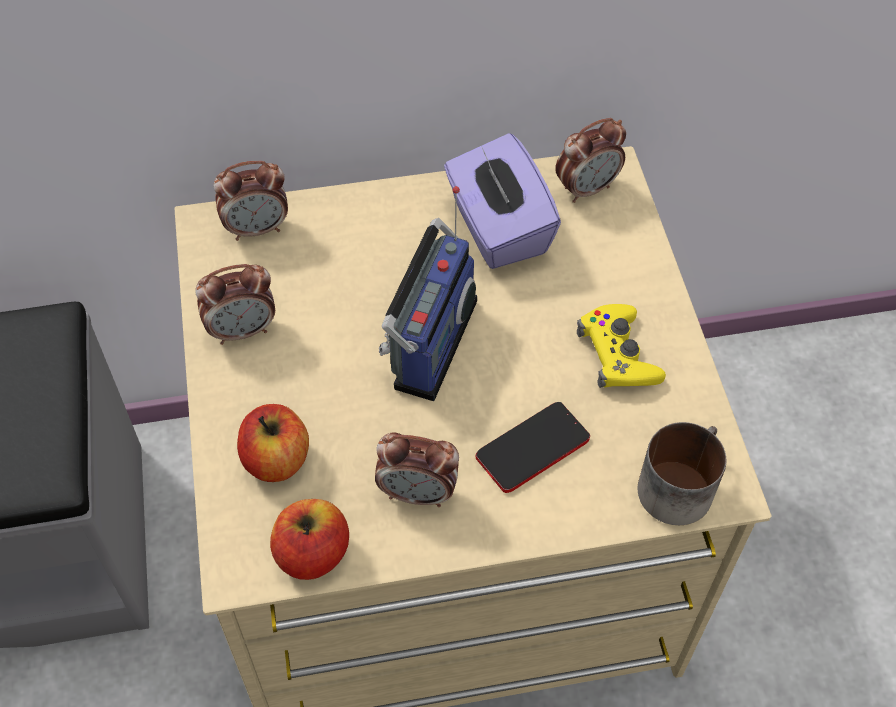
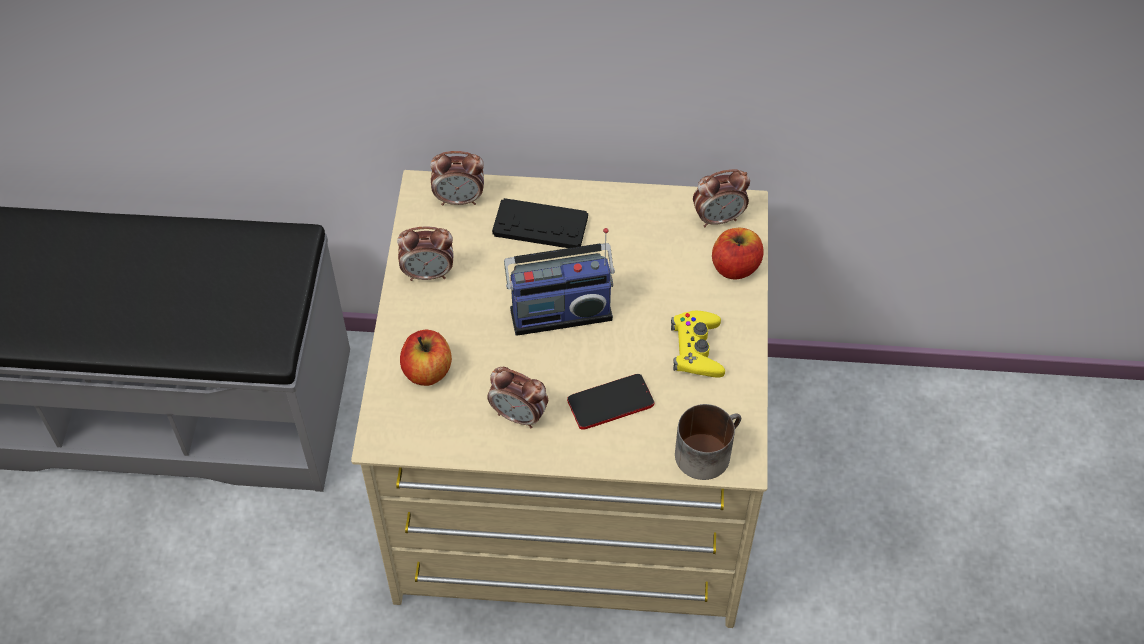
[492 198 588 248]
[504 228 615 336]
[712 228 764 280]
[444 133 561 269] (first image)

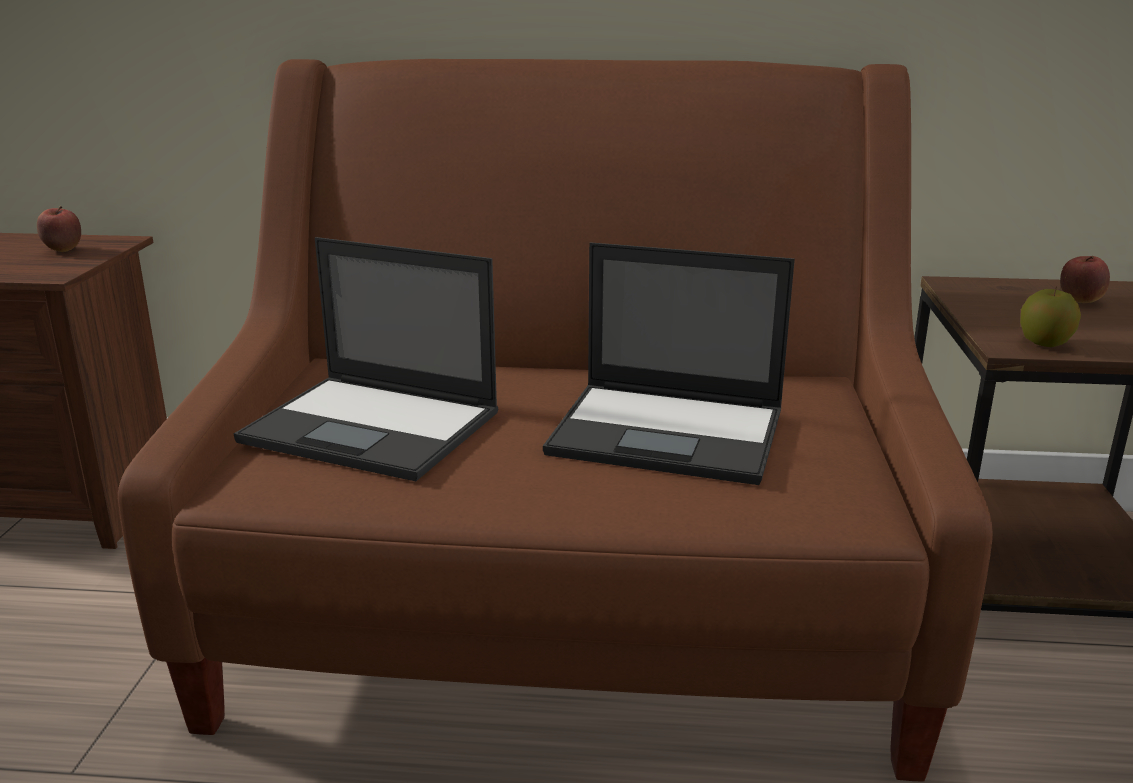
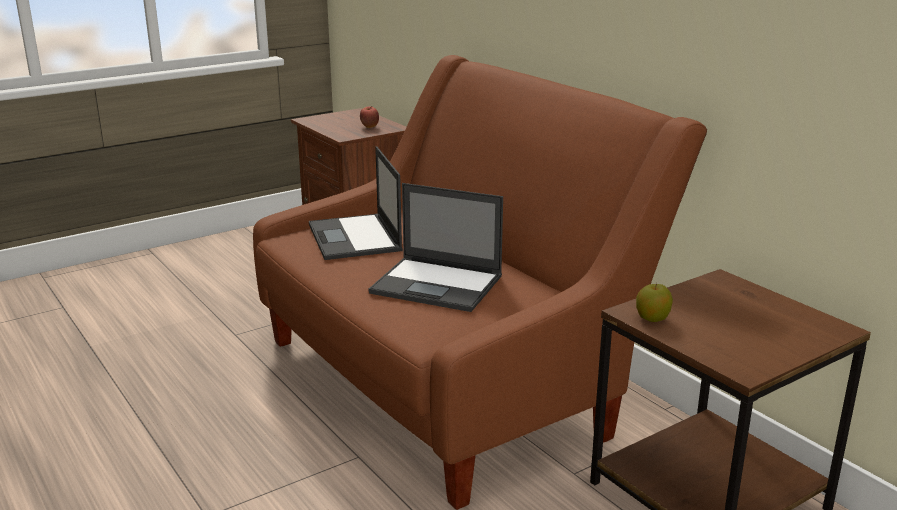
[368 183 503 312]
[1060 256 1110 303] (first image)

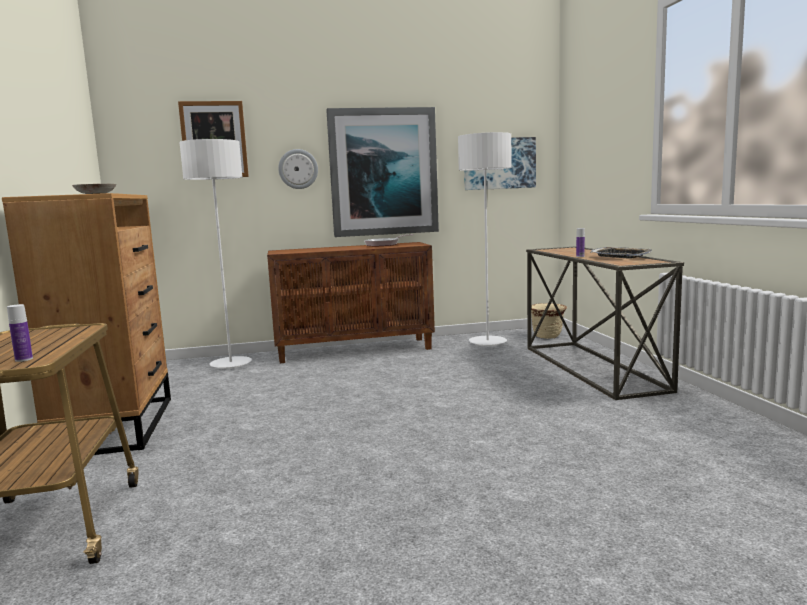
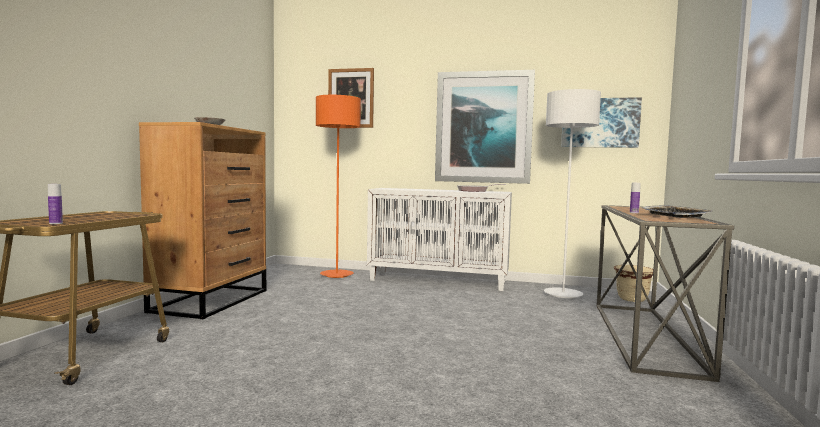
[316 95 361 278]
[367 188 512 291]
[278 149 318 189] (first image)

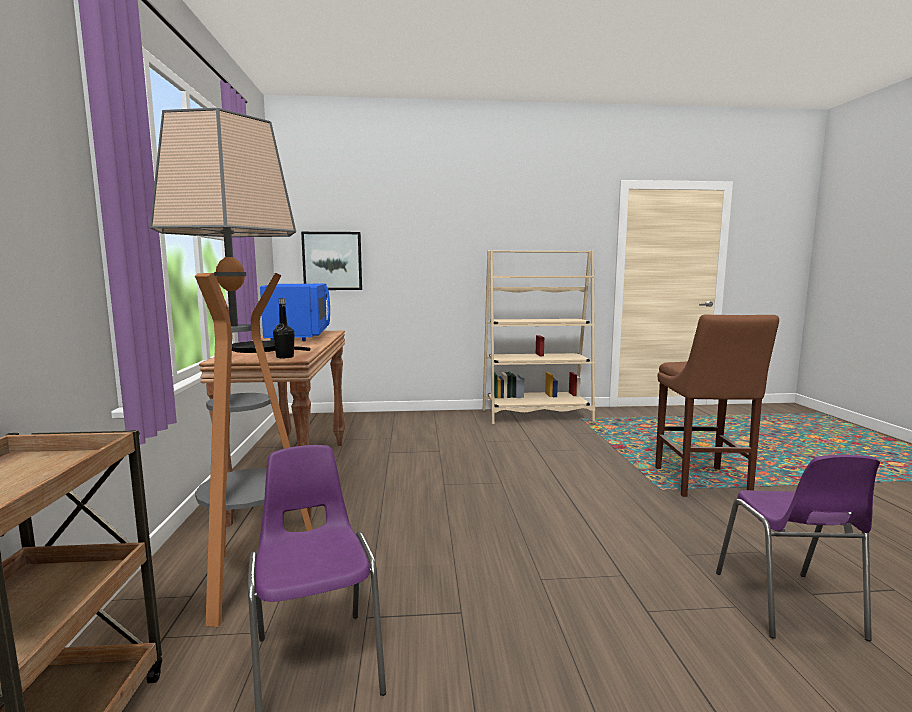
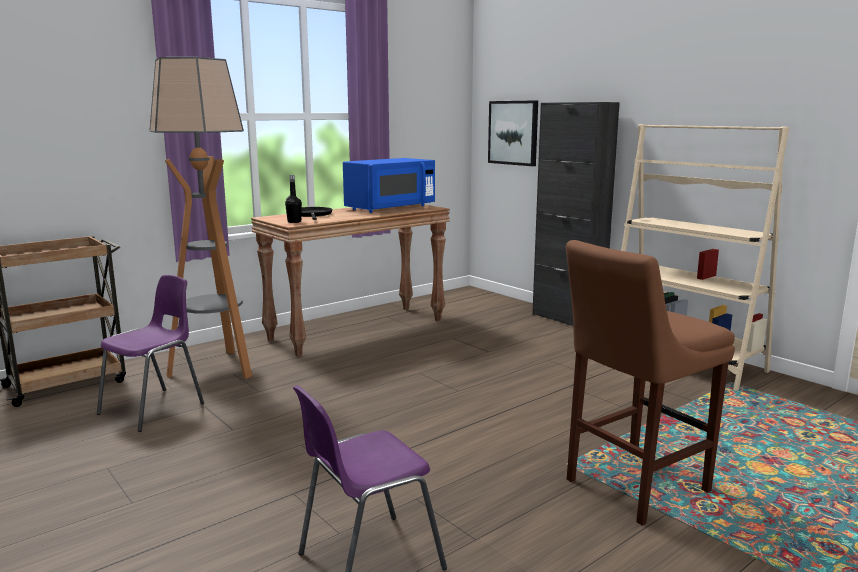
[532 102 620 326]

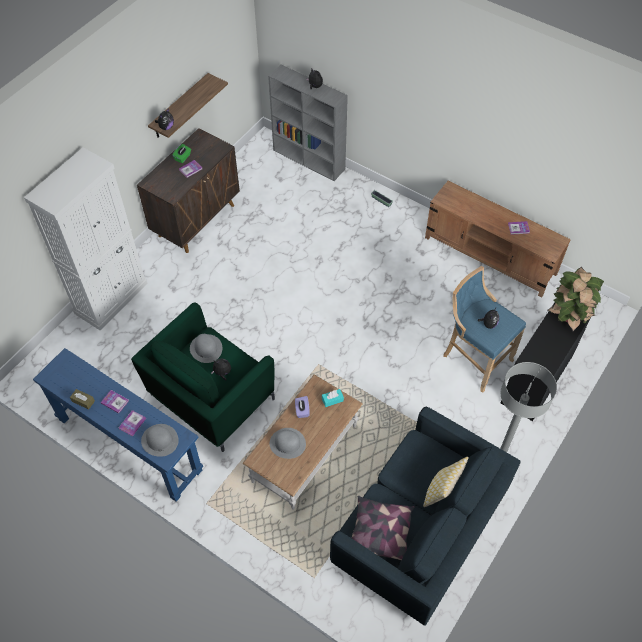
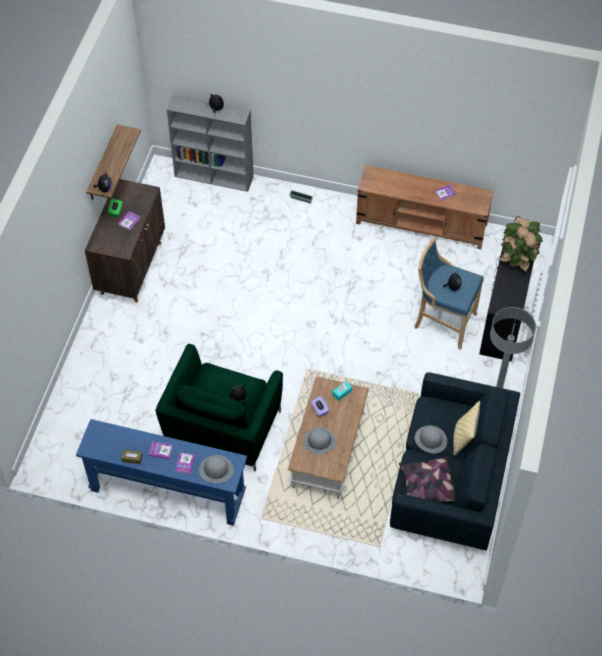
[415 426 447 454]
[24 148 147 330] (first image)

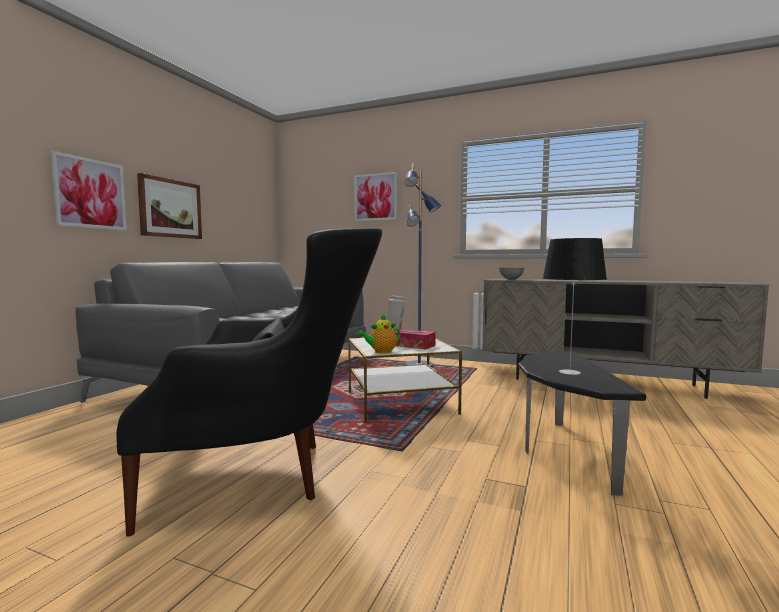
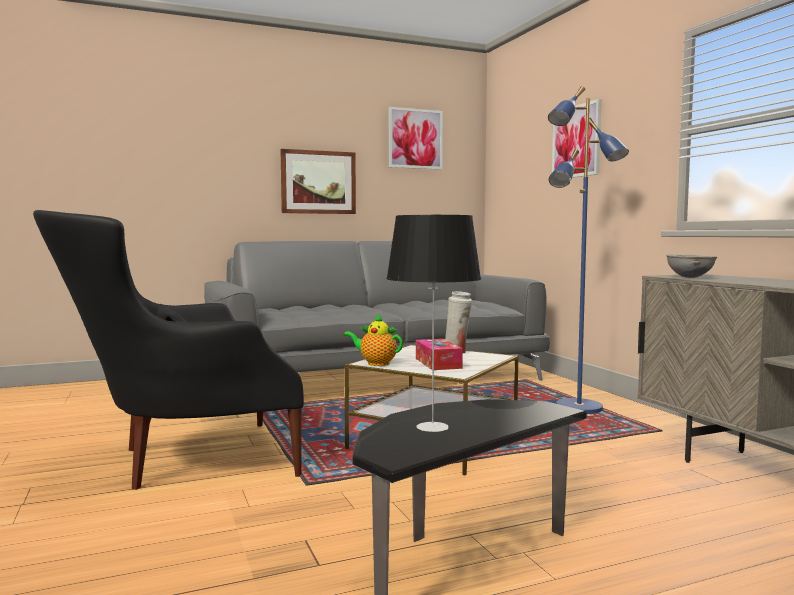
[33 210 304 490]
[388 107 443 170]

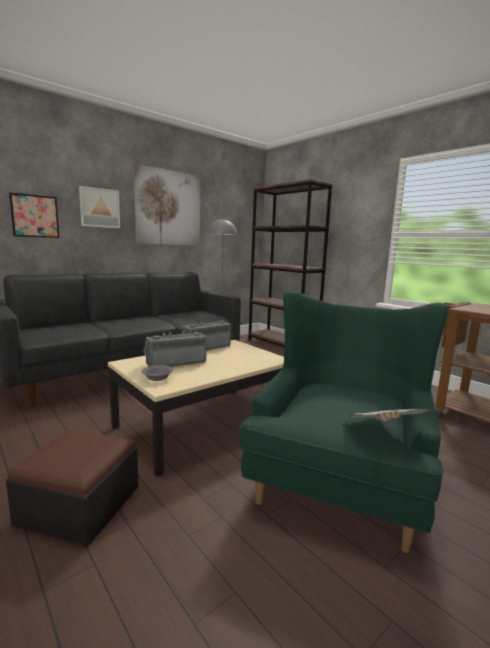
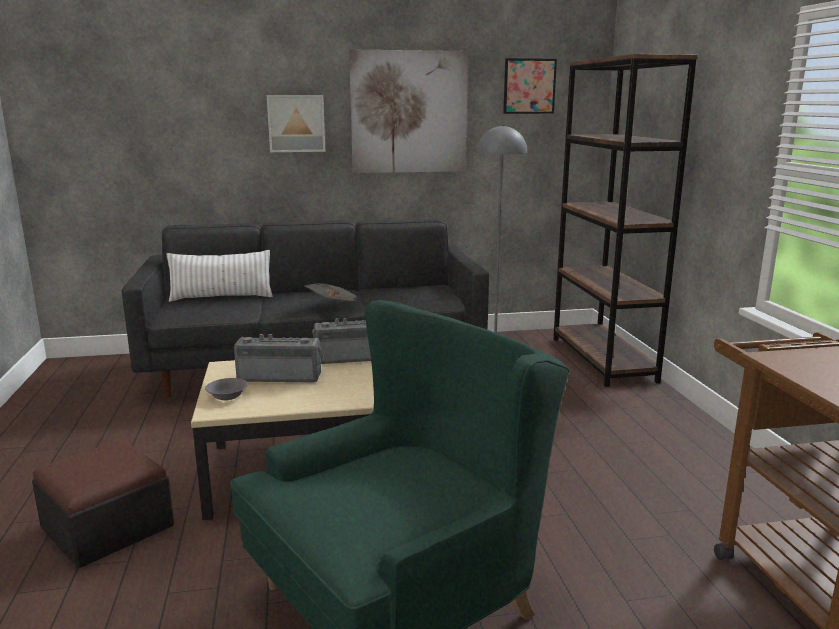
[167 250 273 302]
[304 283 358 301]
[503 58 557 114]

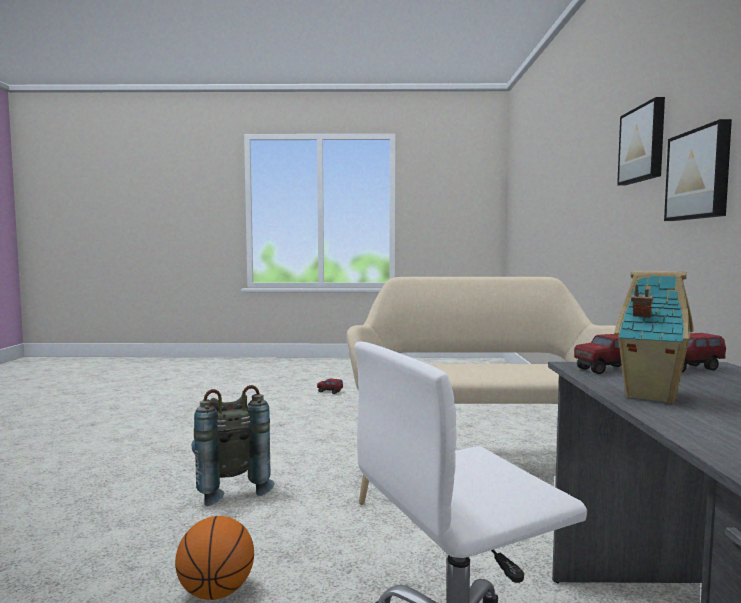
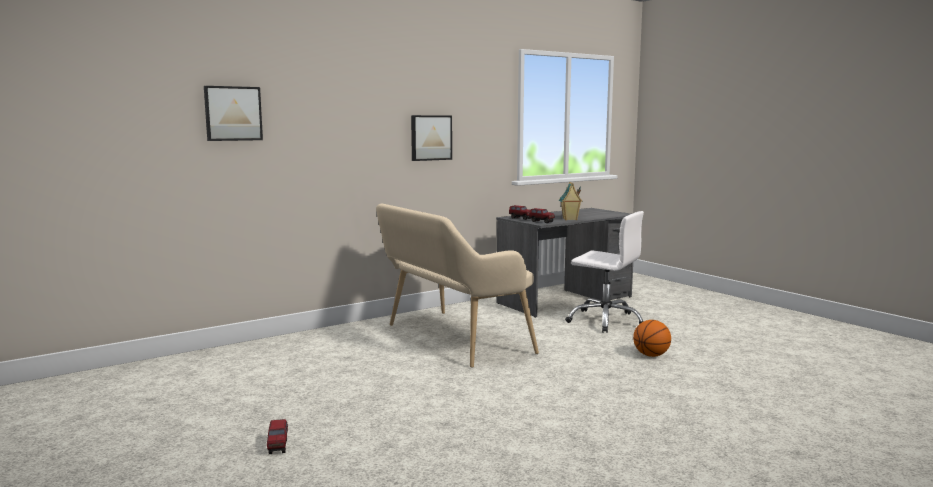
[204 86 263 141]
[192 385 275 506] (first image)

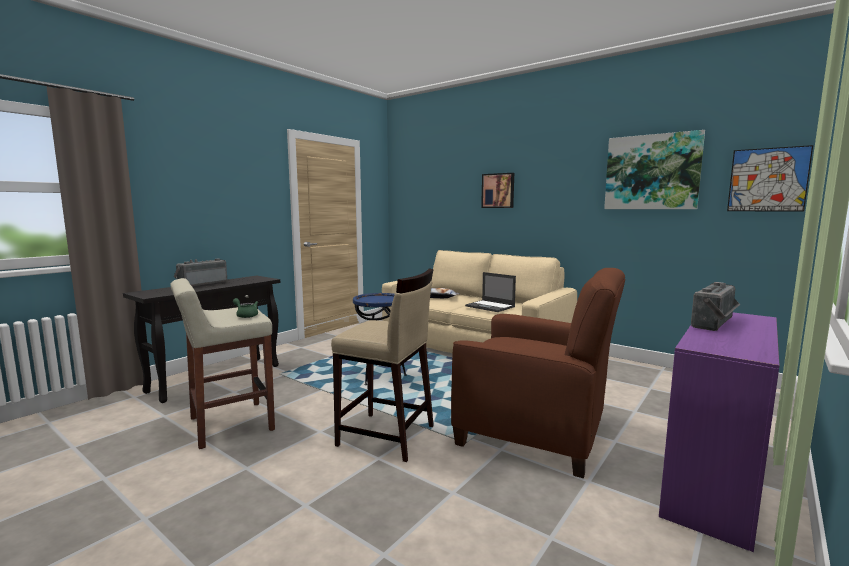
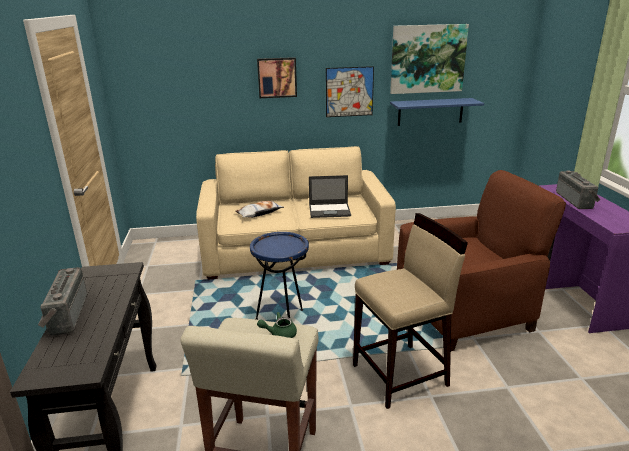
[326 66 374 117]
[390 98 484 126]

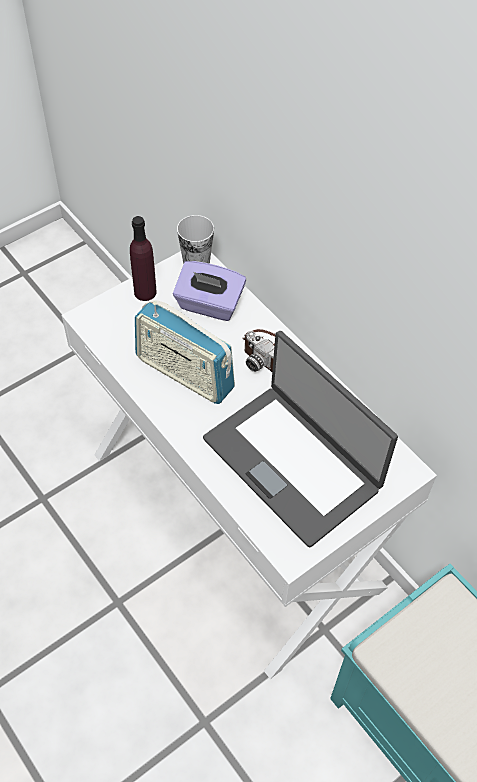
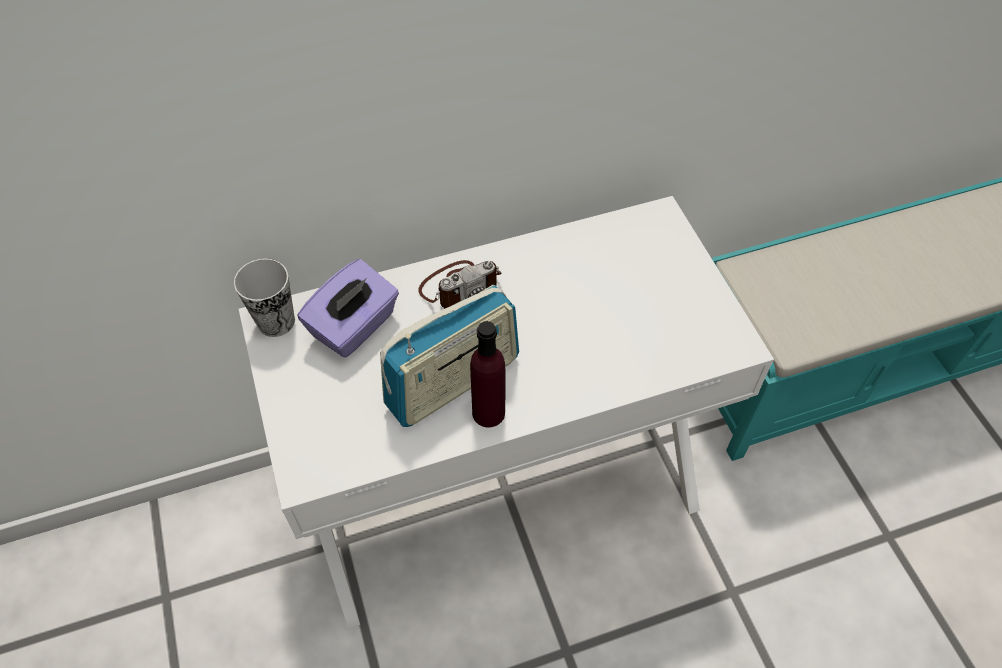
[470 321 506 427]
[203 331 398 547] (first image)

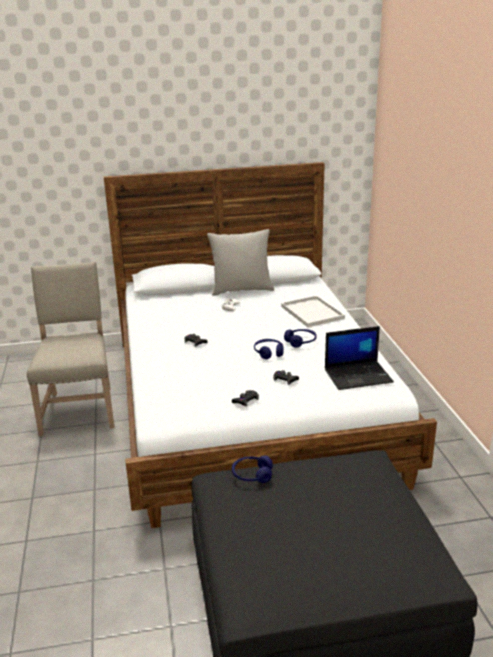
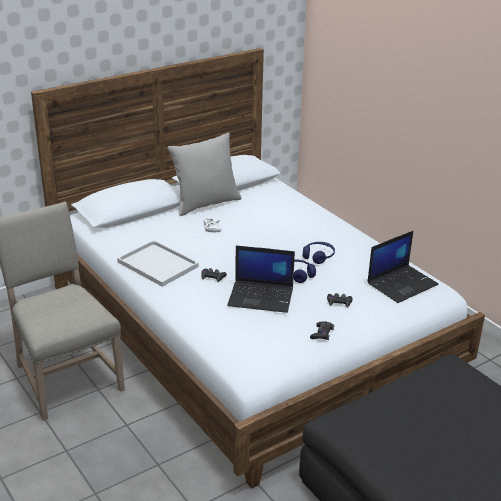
[117 240 199 287]
[227 245 295 313]
[232 456 273 483] (first image)

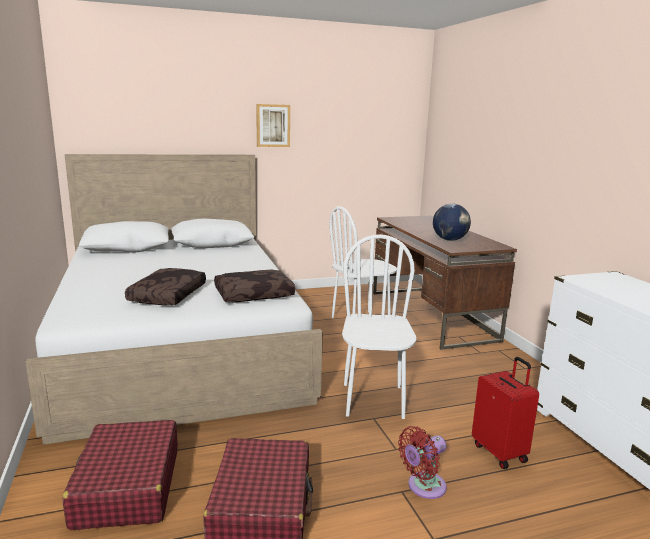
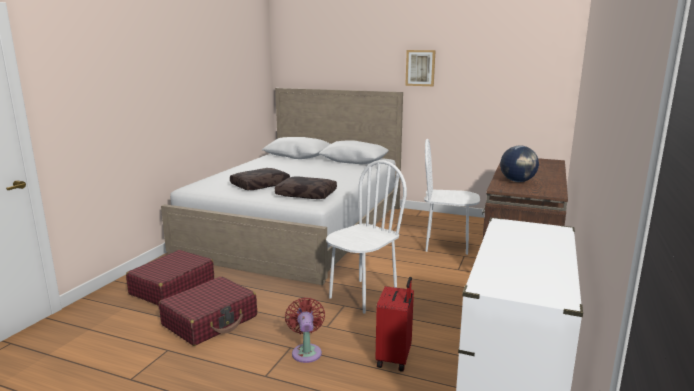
[285 297 325 363]

